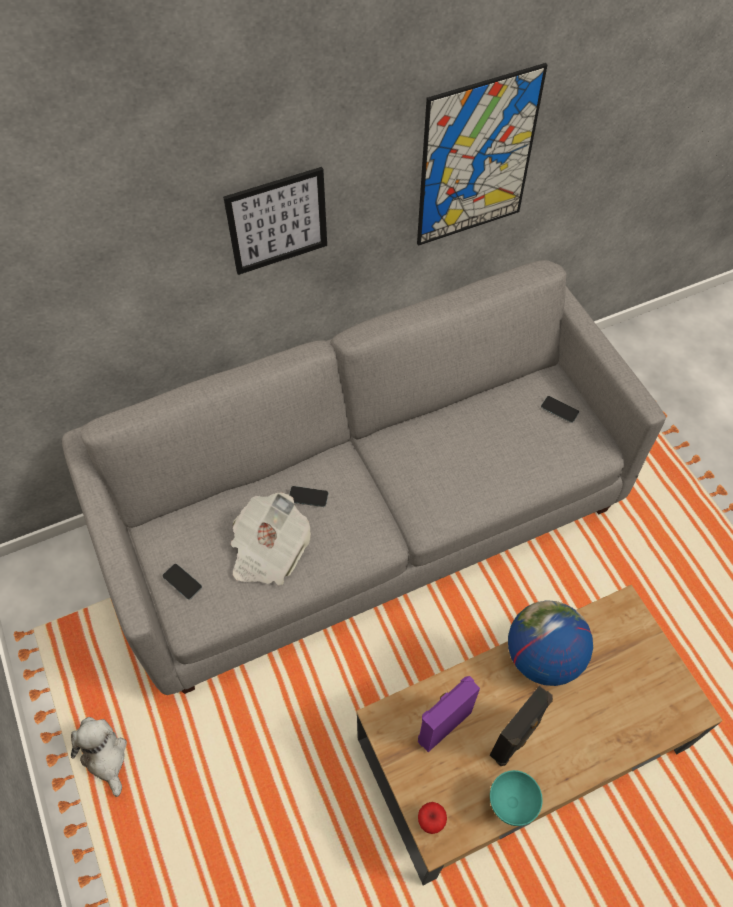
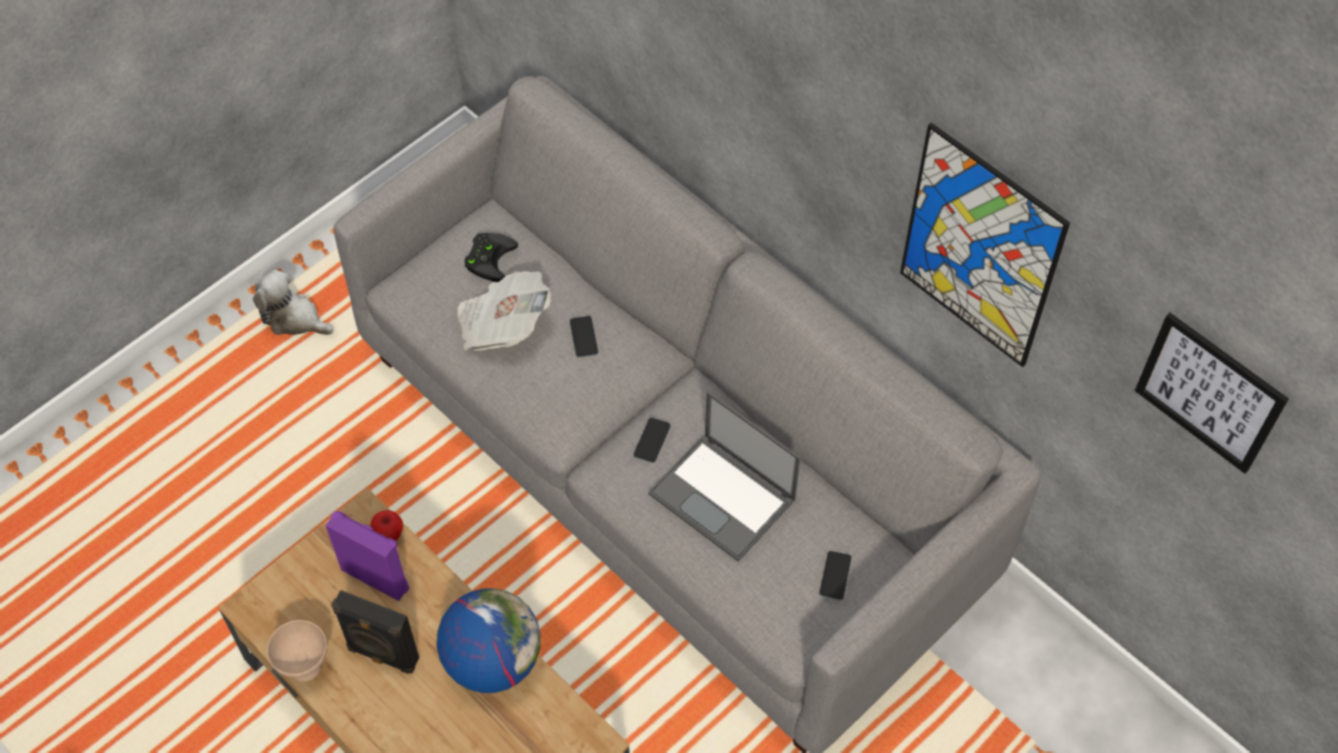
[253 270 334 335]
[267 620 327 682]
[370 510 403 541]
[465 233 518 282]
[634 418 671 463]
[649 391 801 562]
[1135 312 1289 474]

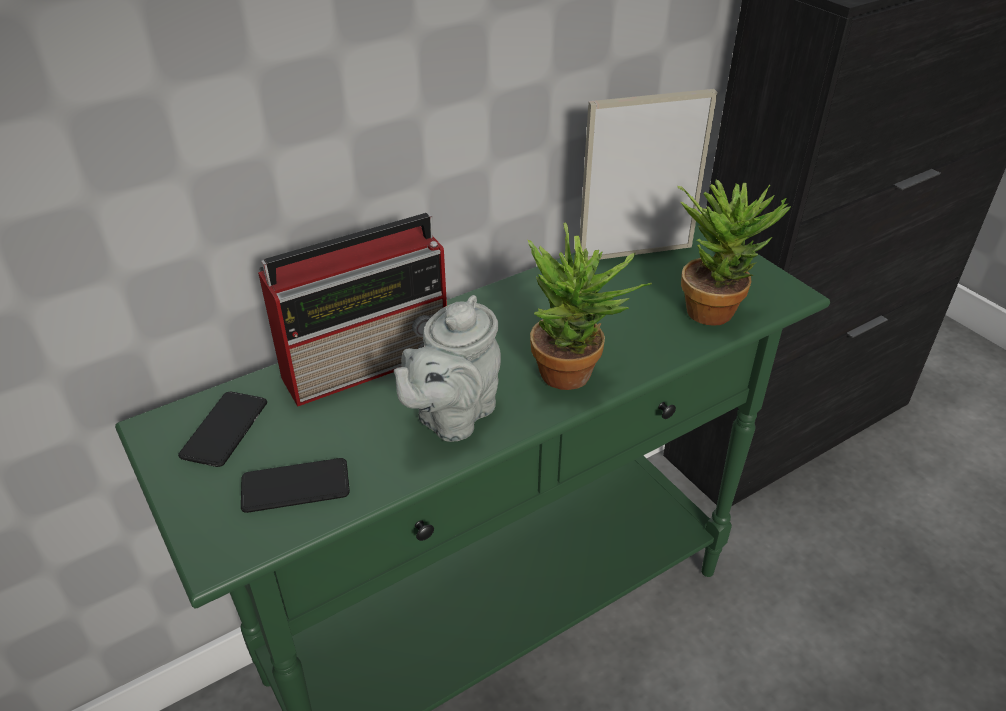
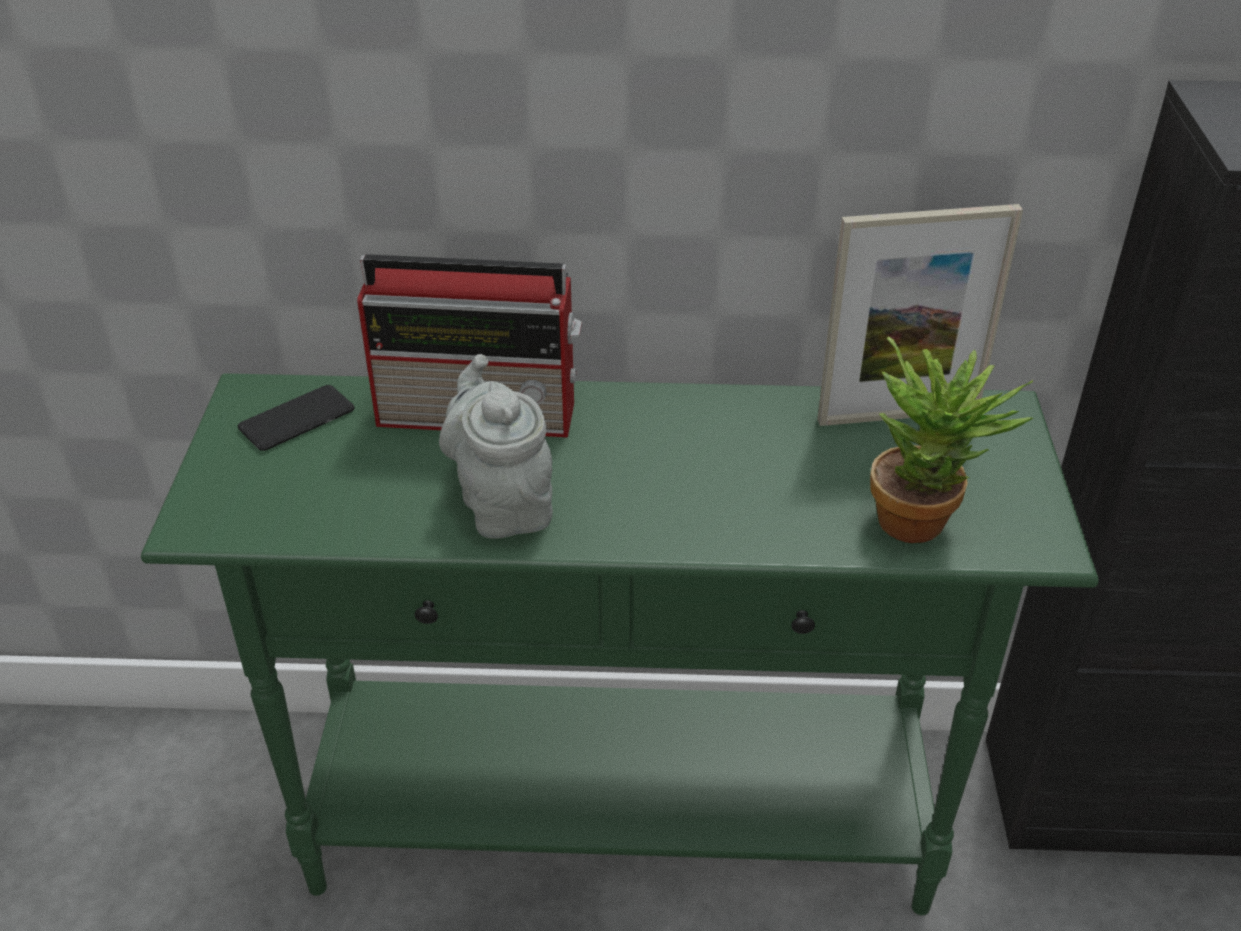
[439 354 553 539]
[817 204 1023 426]
[241 458 350 513] (first image)
[528 222 652 390] (first image)

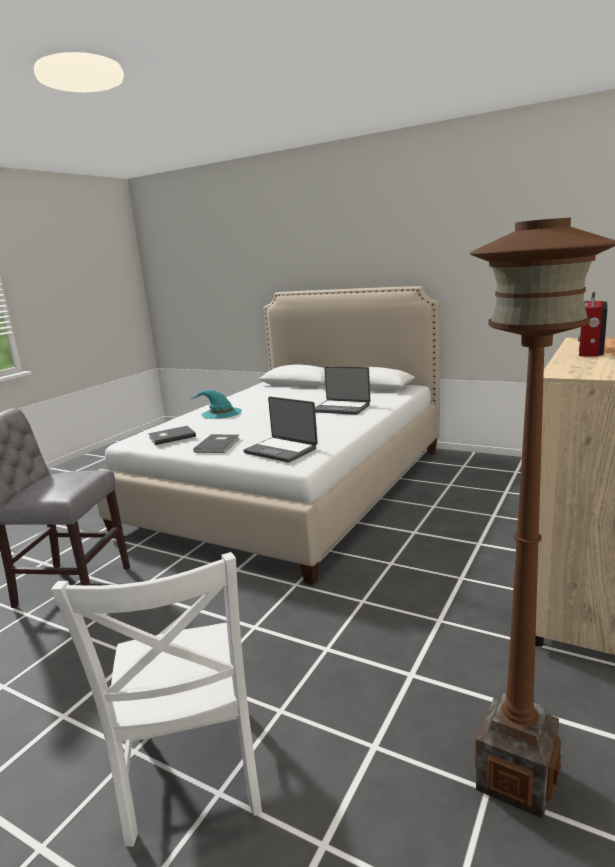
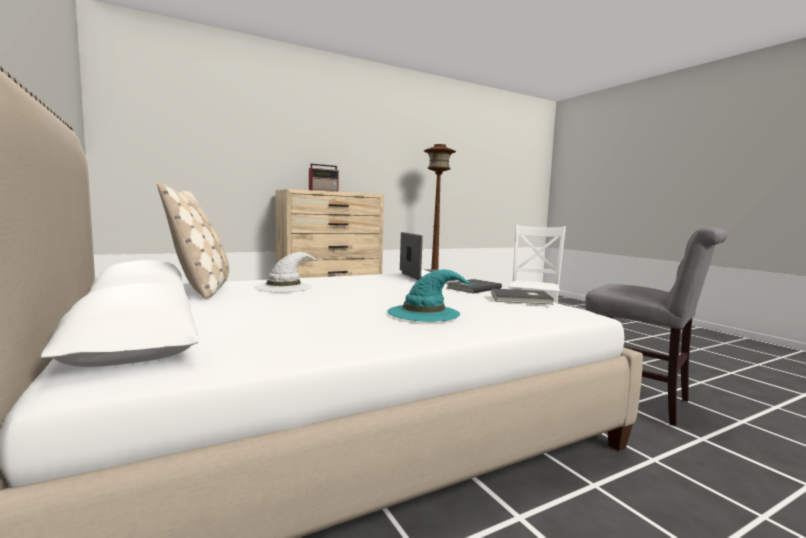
[157 183 229 299]
[254 252 320 292]

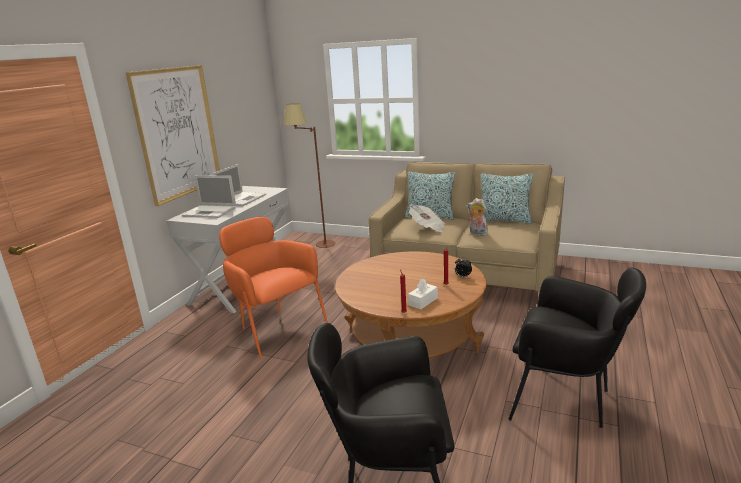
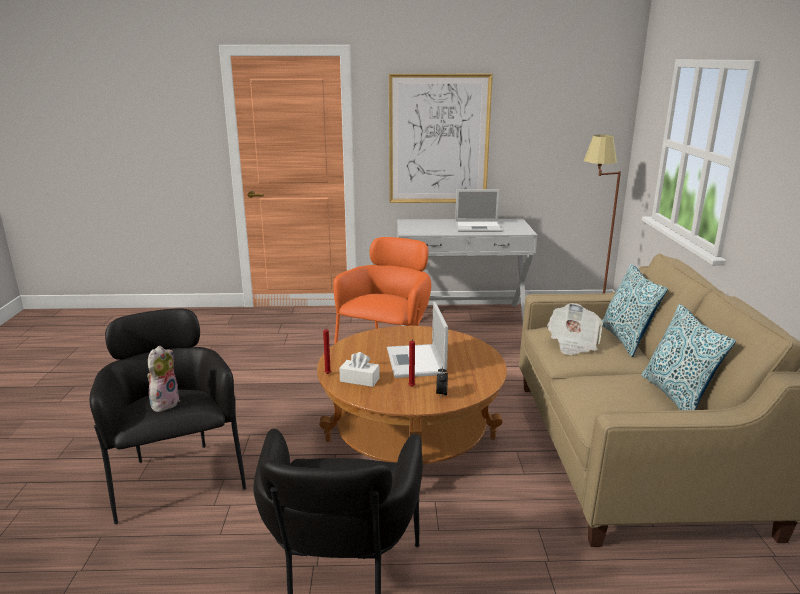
[147 346 180 412]
[387 302 448 378]

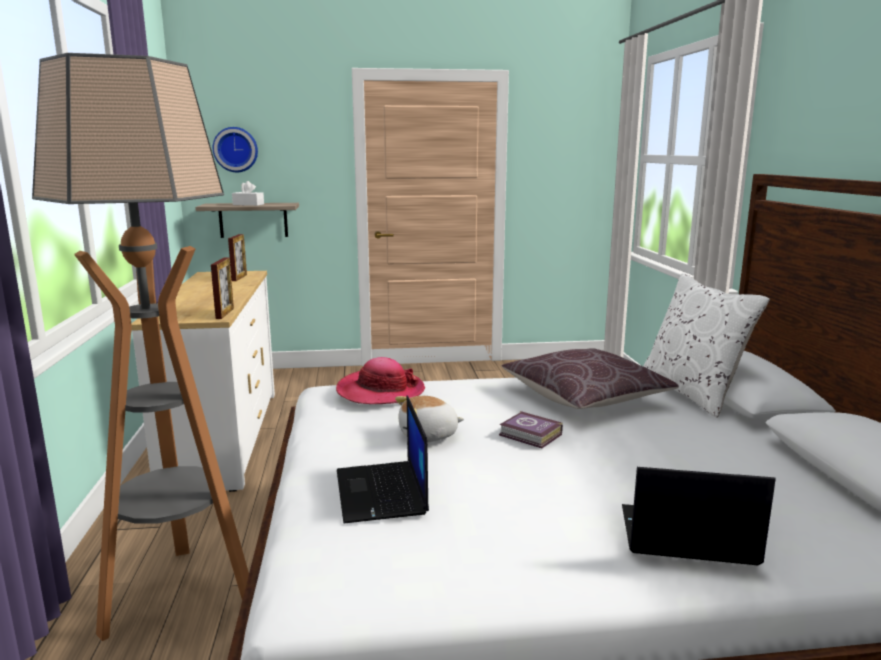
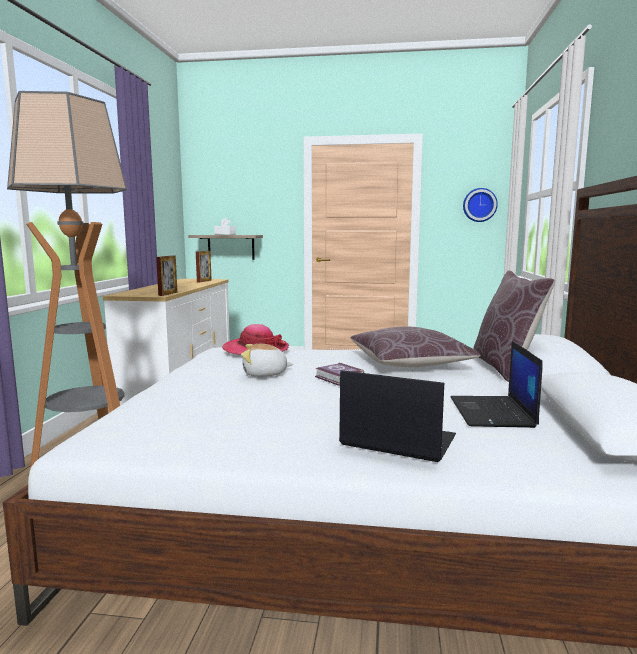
[451 341 543 428]
[463 188 498 222]
[473 270 555 382]

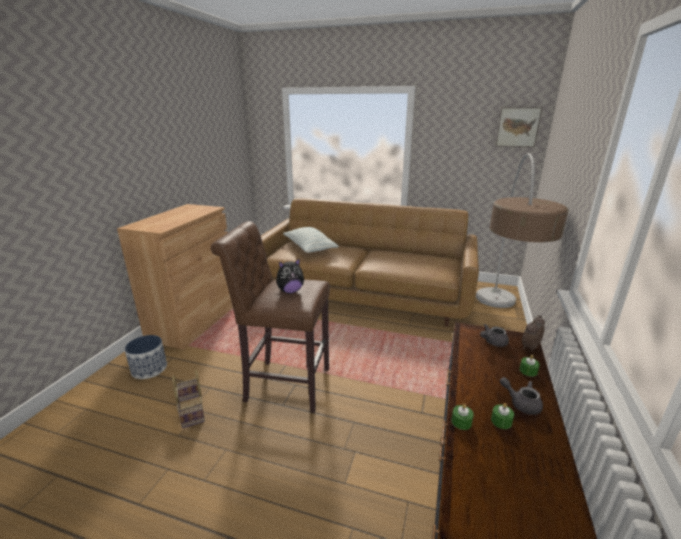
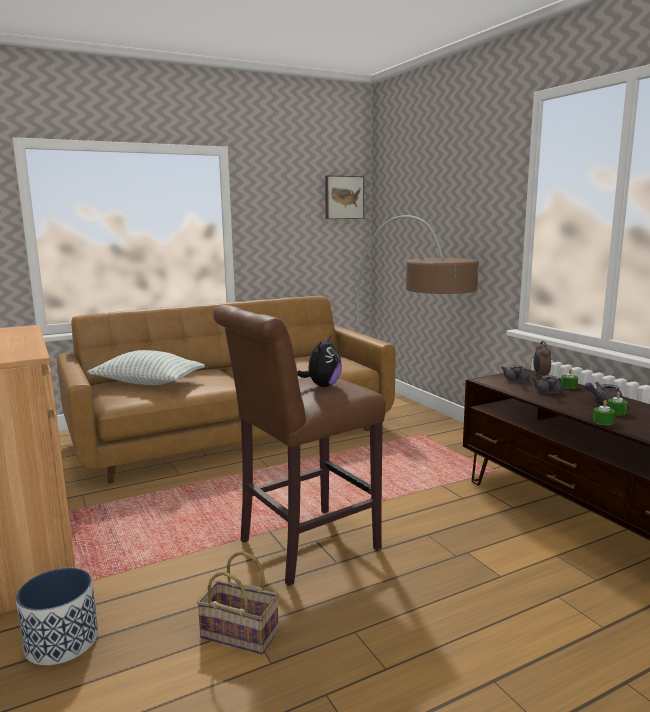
[532 375 562 394]

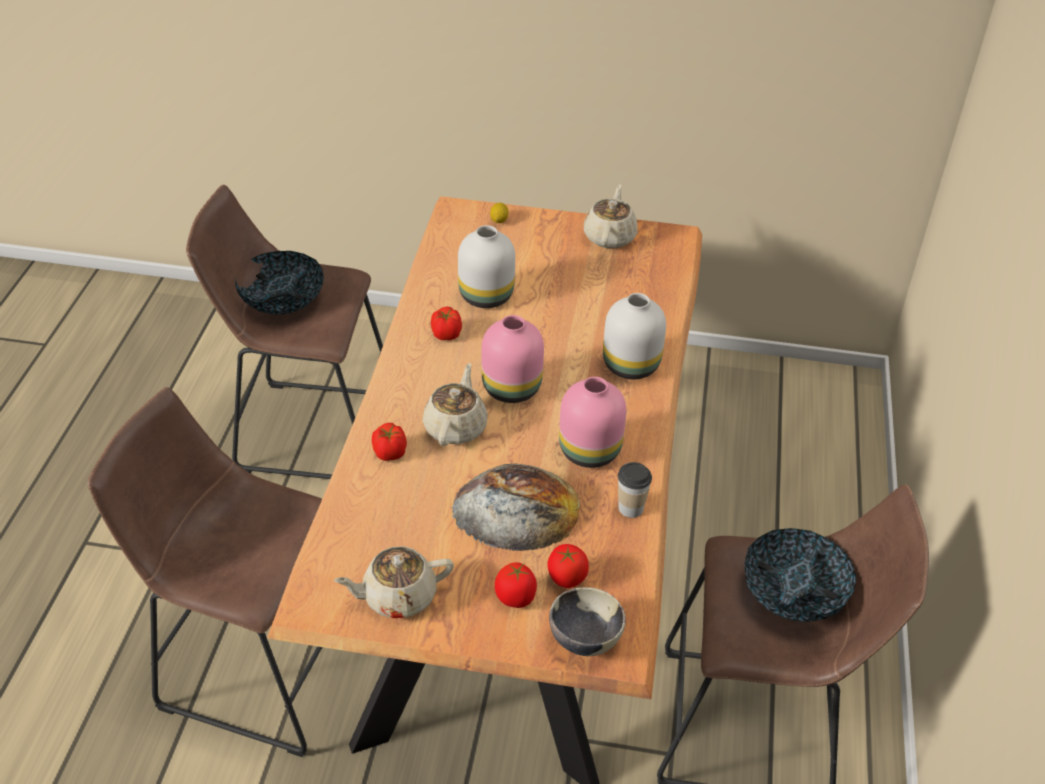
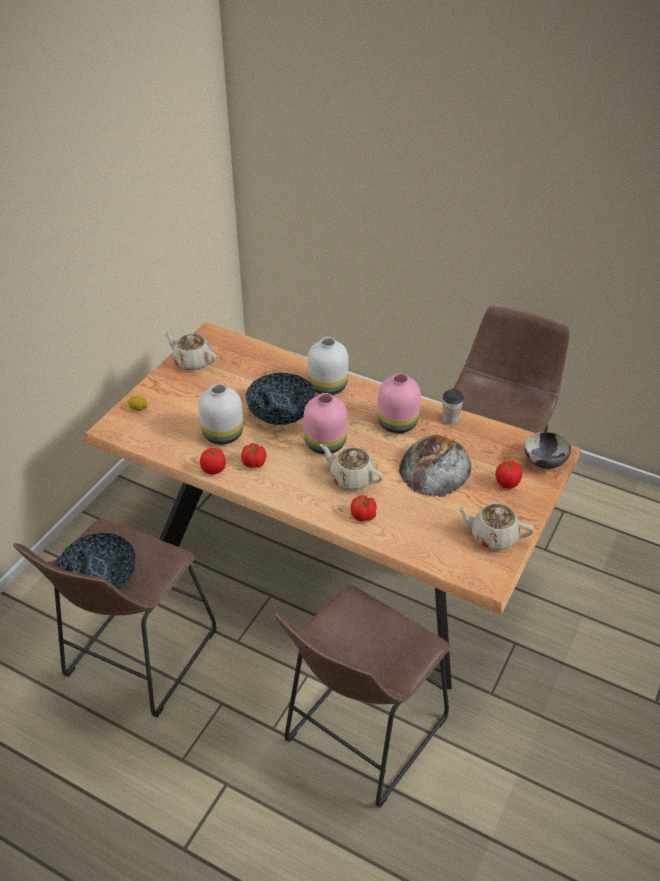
[200 448 226 474]
[245 373 315 425]
[457 503 534 550]

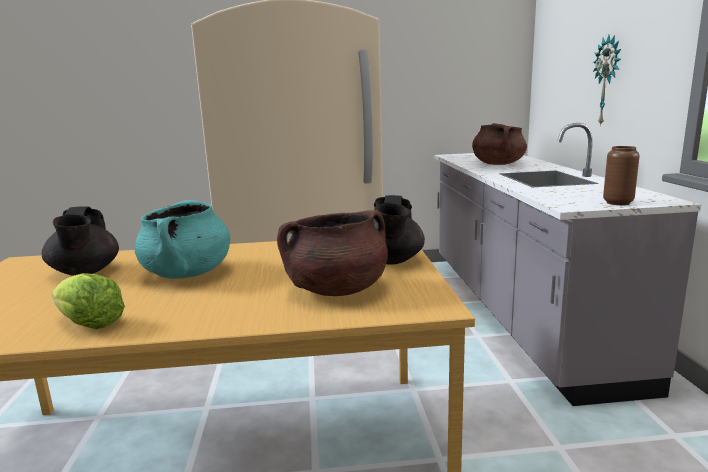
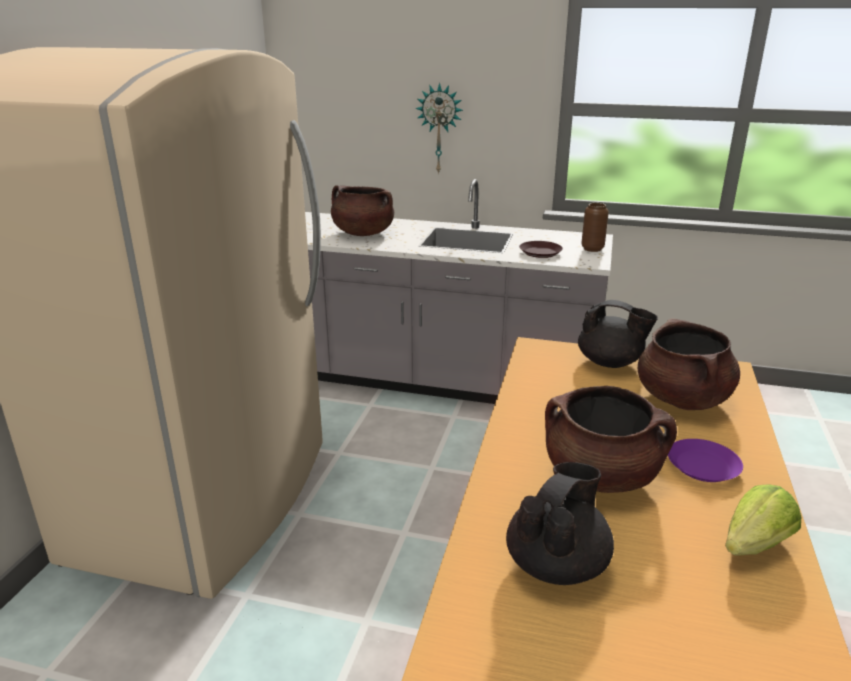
[506 462 614 585]
[519 241 563 258]
[545 386 677 493]
[668 439 743 482]

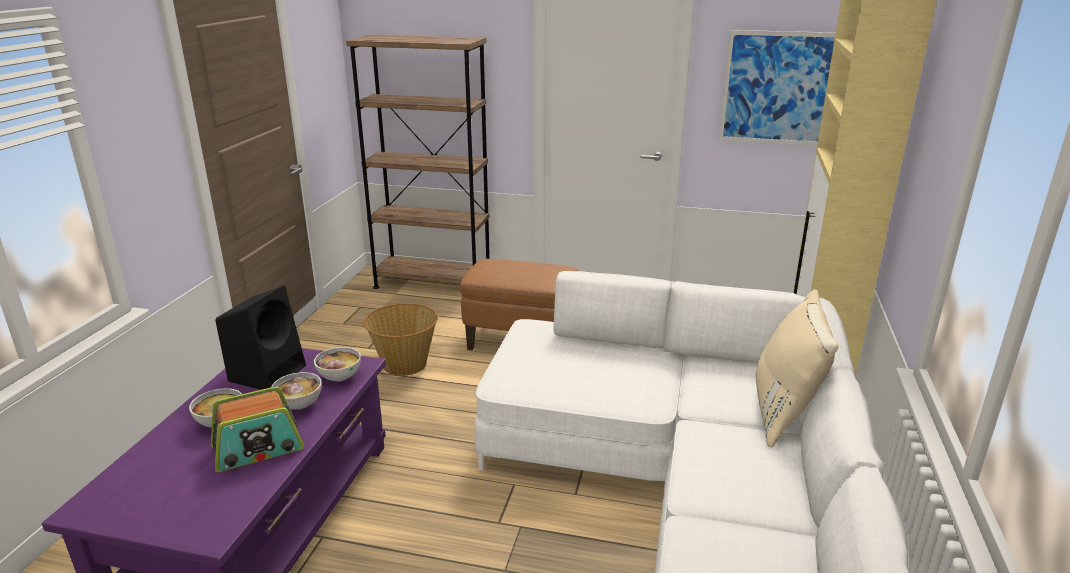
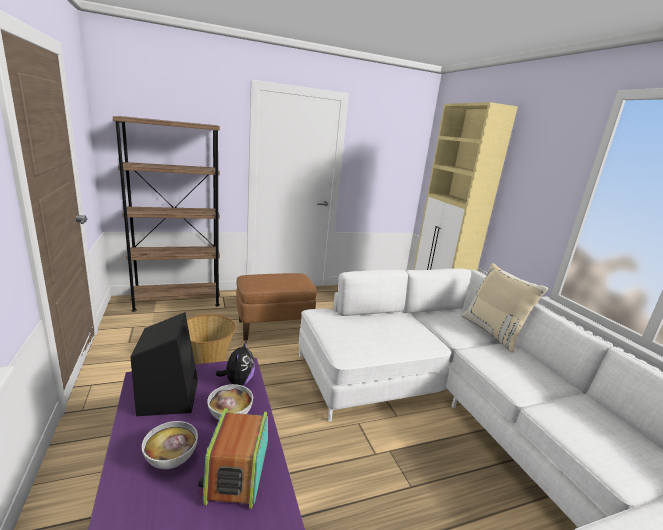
[198 408 268 509]
[216 340 255 385]
[718 30 836 146] (first image)

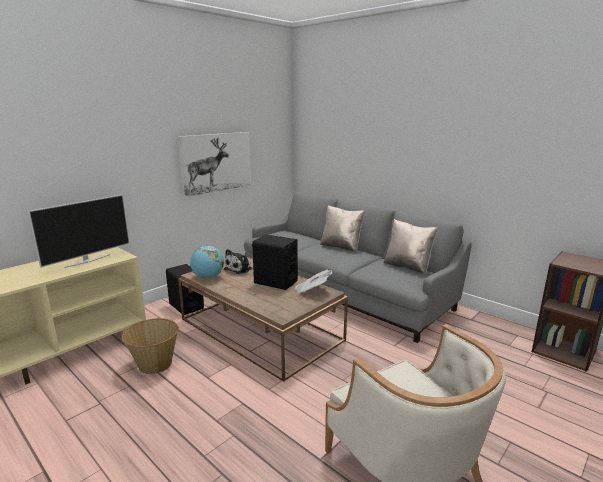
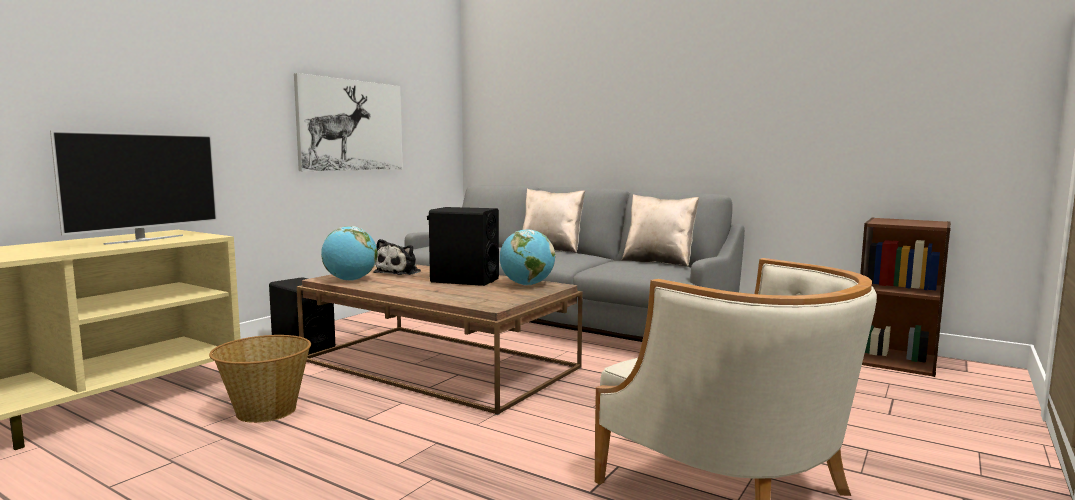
[500 229 555 286]

